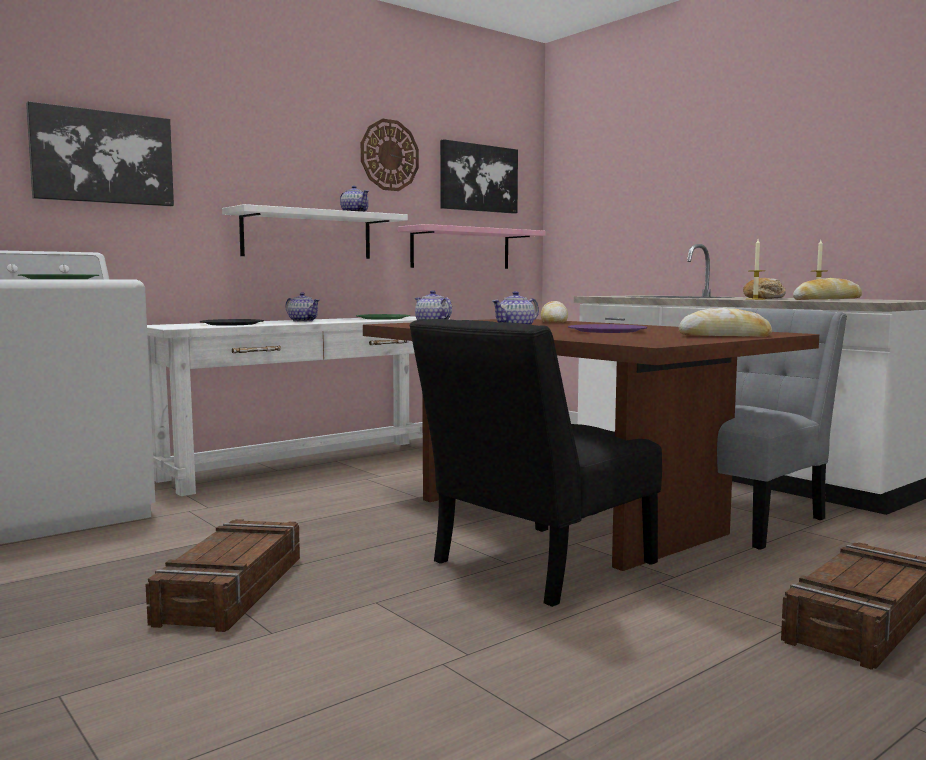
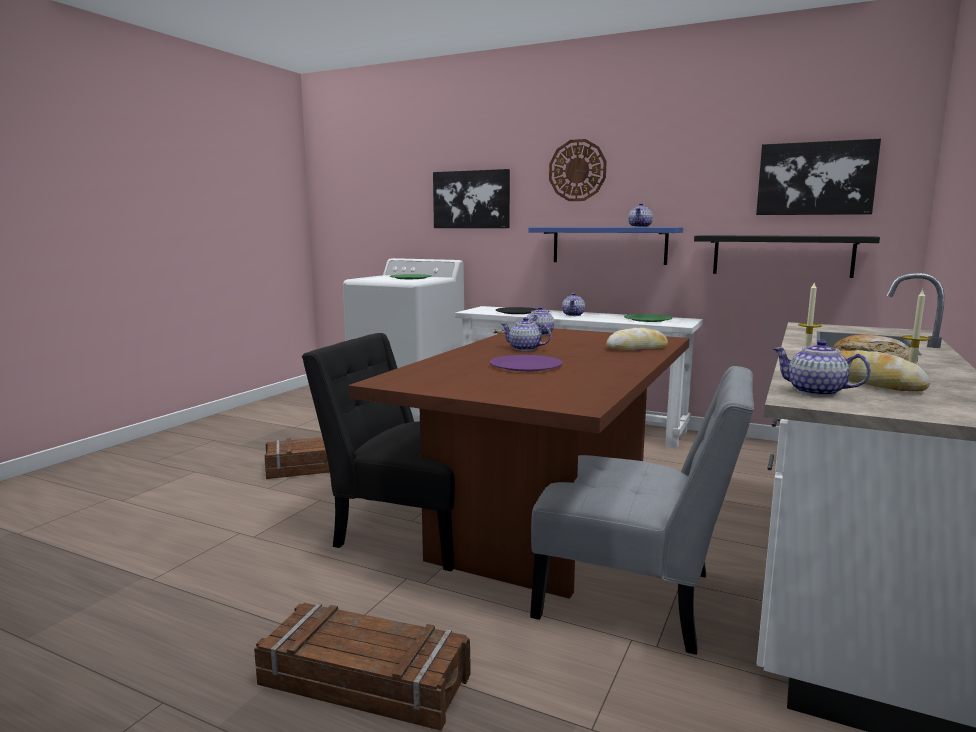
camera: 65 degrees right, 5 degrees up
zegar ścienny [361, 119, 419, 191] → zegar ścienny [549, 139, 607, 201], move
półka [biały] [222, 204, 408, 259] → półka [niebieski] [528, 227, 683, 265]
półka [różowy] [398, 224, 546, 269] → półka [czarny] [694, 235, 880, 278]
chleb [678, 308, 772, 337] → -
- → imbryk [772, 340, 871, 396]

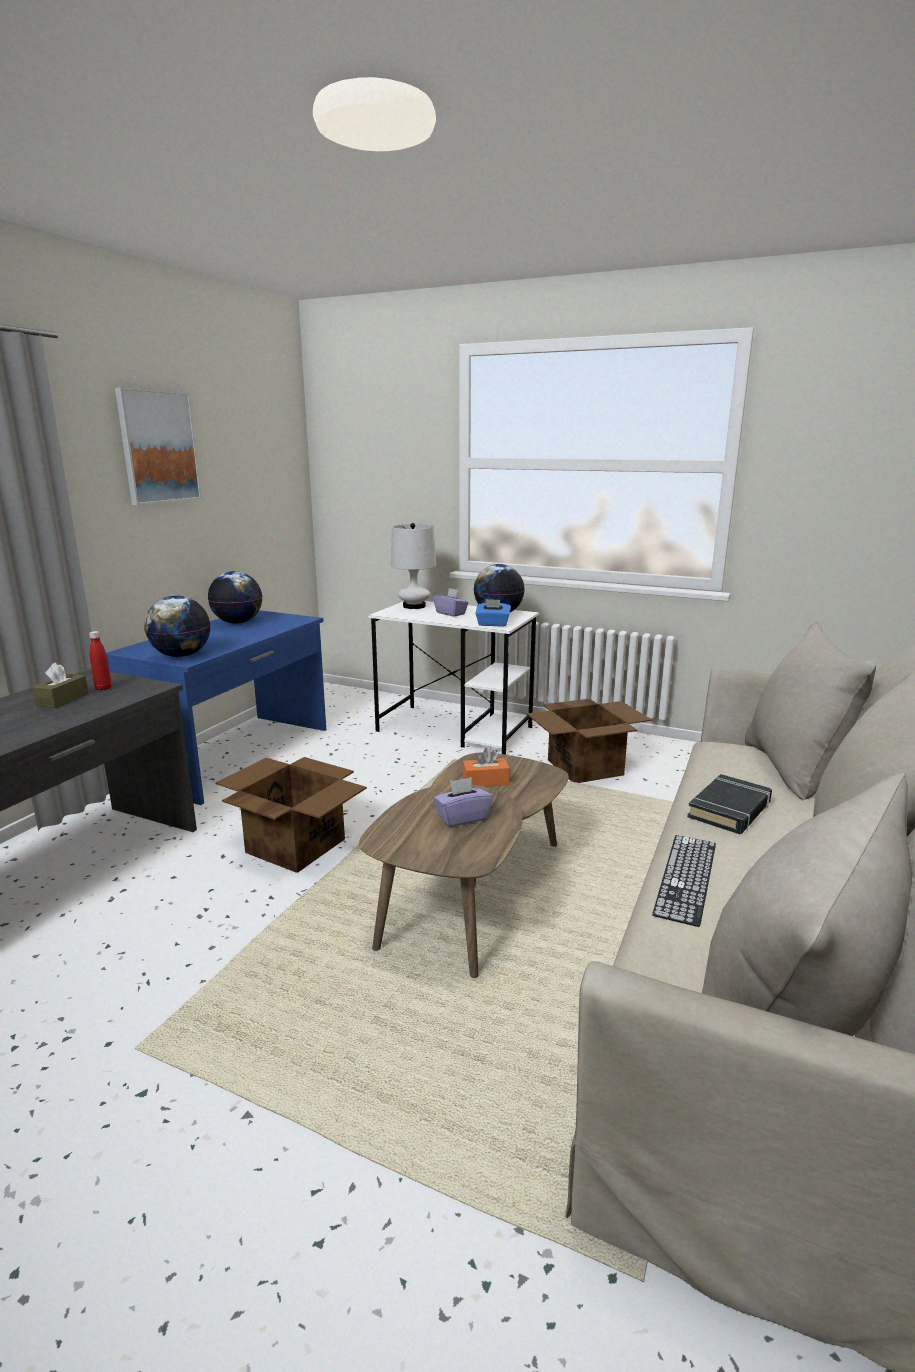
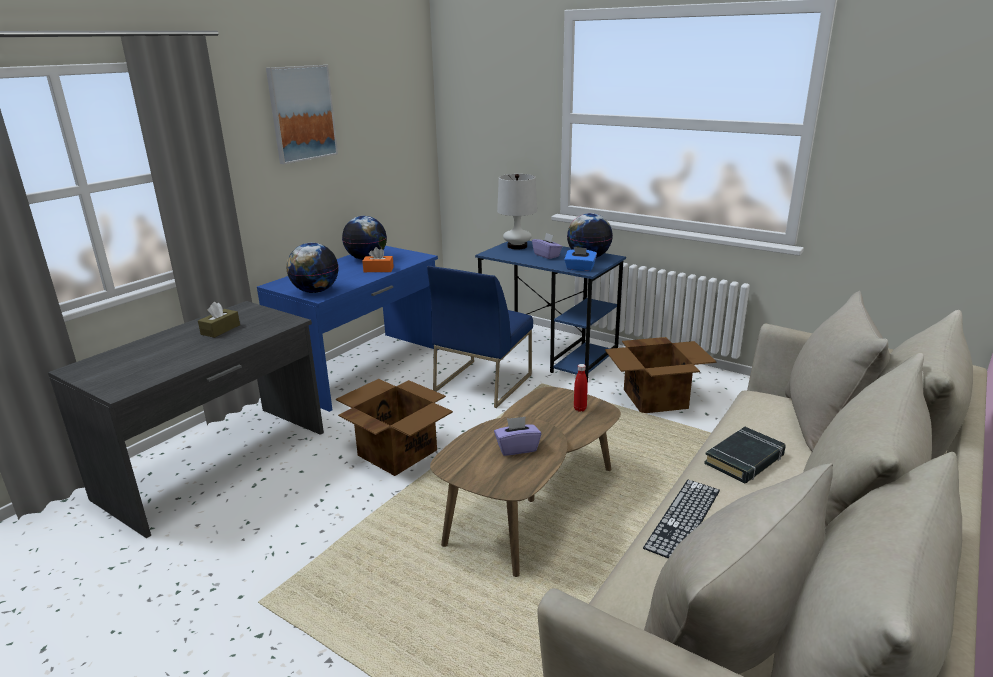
camera: 10 degrees right, 5 degrees up
biurko [biały] [368, 601, 539, 755] → biurko [niebieski] [475, 241, 626, 383]
butelka [czerwony] [89, 631, 112, 691] → butelka [czerwony] [574, 364, 588, 412], move
pudełko chusteczek [pomarańczowy] [463, 748, 510, 787] → pudełko chusteczek [pomarańczowy] [362, 247, 394, 272], move
- → krzesło [niebieski] [427, 266, 533, 408]

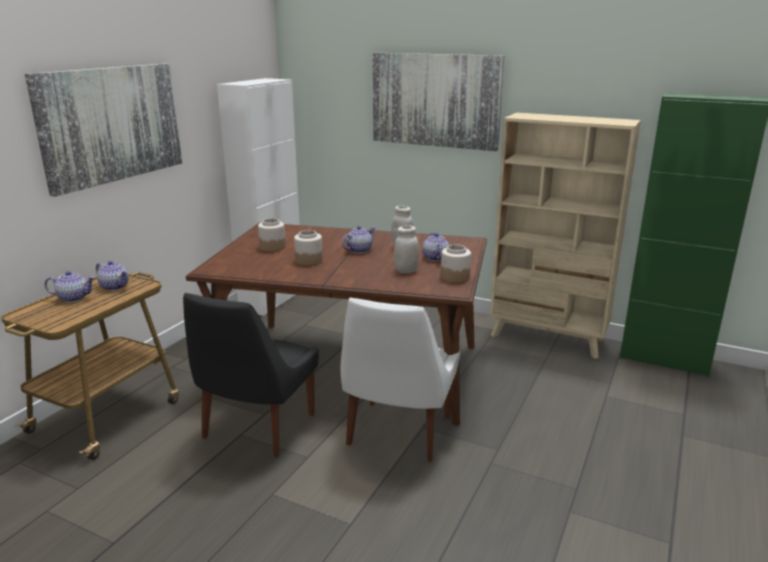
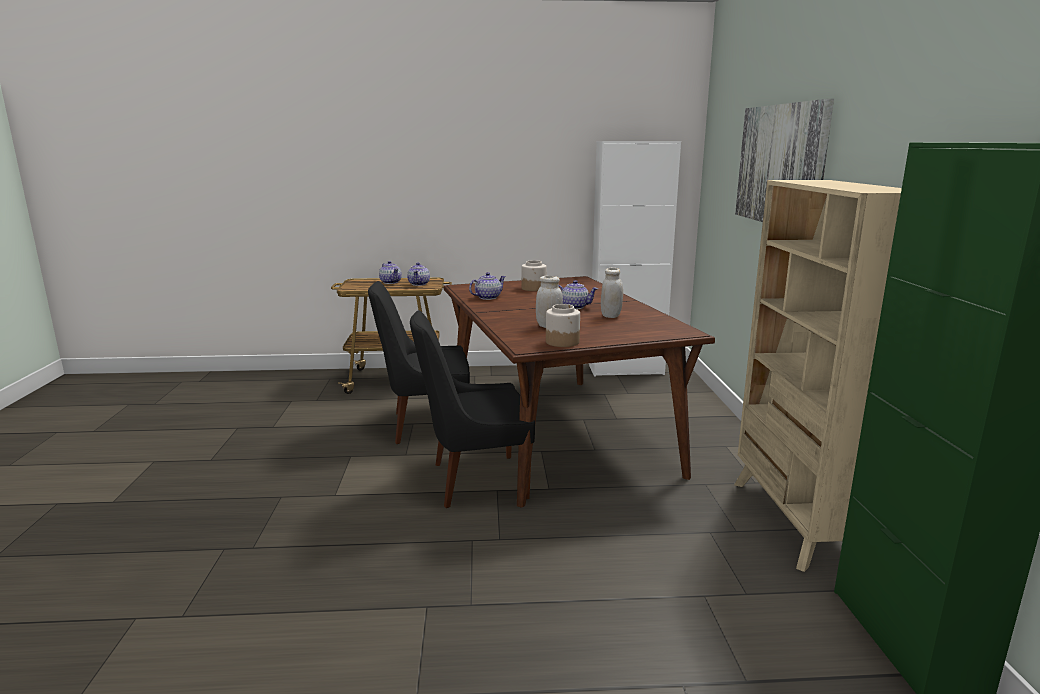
camera: 60 degrees right, 5 degrees down
obraz [25, 63, 182, 197] → -
słoik [294, 230, 323, 266] → -
imbryk [423, 233, 449, 261] → imbryk [469, 272, 506, 300], move
krzesło [biały] [341, 298, 460, 462] → krzesło [czarny] [410, 310, 535, 508]

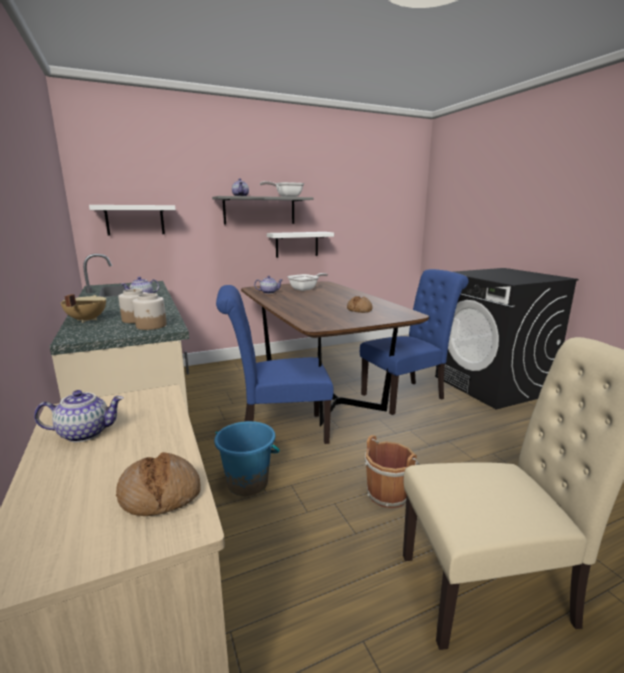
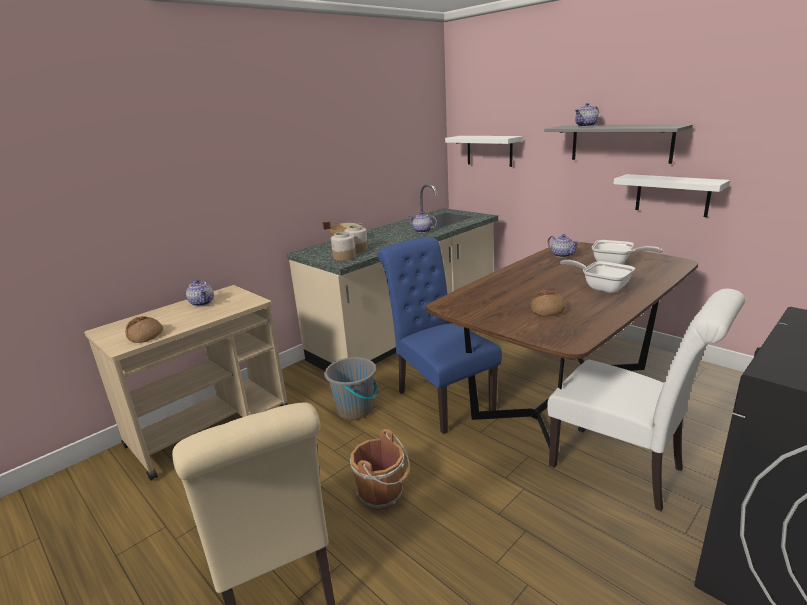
camera: 70 degrees right, 5 degrees up
patelnia [260, 181, 304, 197] → patelnia [560, 260, 635, 293], move
krzesło [niebieski] [360, 269, 469, 415] → krzesło [biały] [547, 289, 745, 512]
wiadro [niebieski] [214, 421, 280, 496] → wiadro [szary] [324, 357, 378, 420]

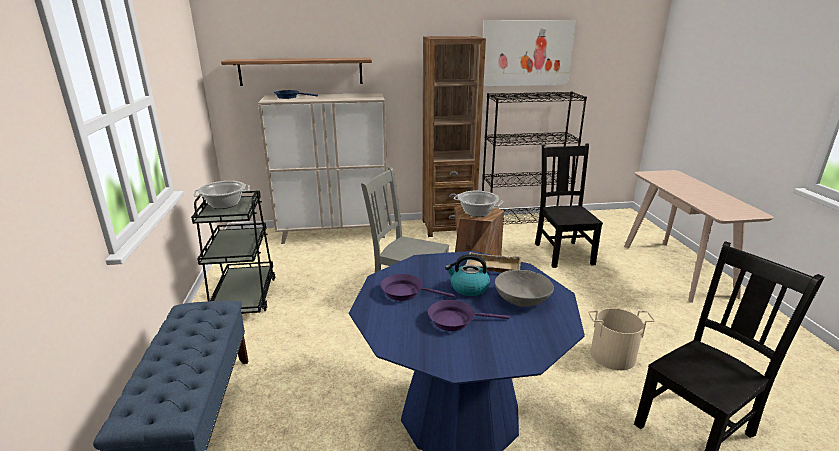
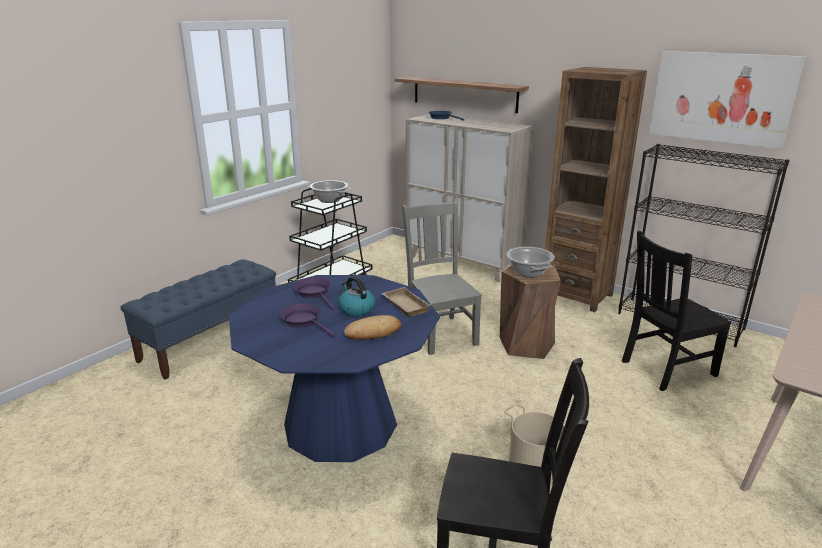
camera: 45 degrees right, 0 degrees up
krzesło [czarny] [535, 144, 603, 268] → krzesło [czarny] [622, 231, 731, 391], 150 degrees counterclockwise
miska [szary] [495, 270, 554, 306] → chleb [344, 315, 401, 340]

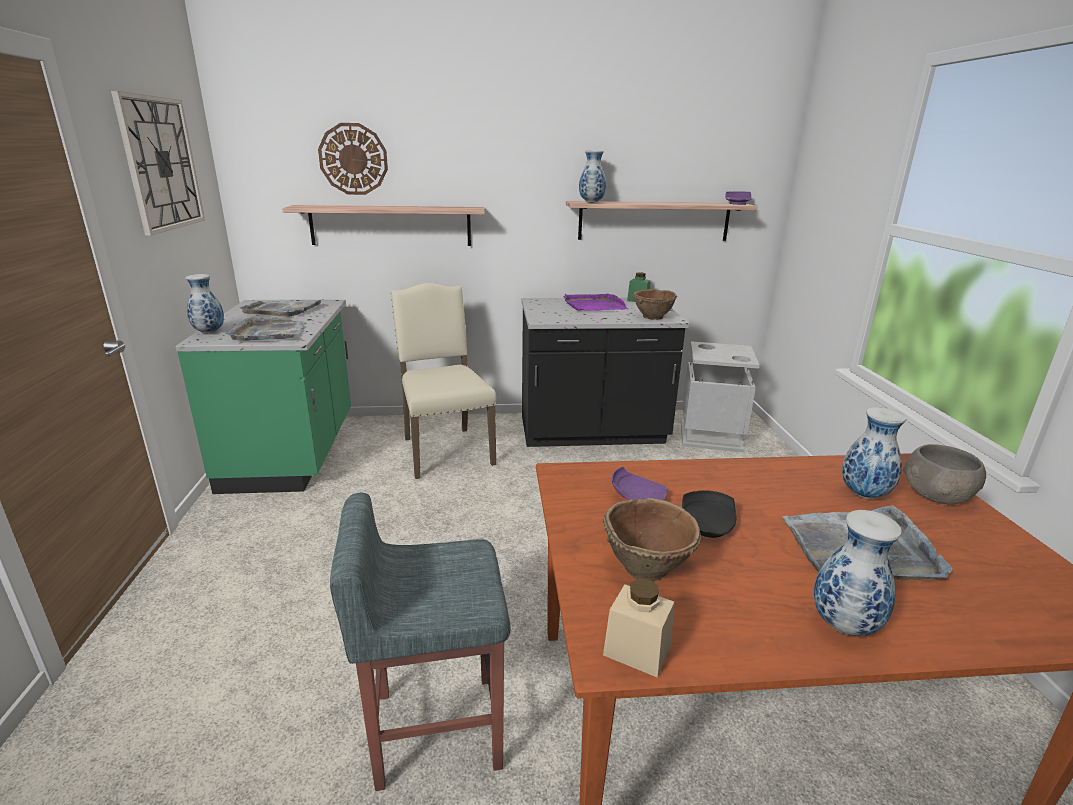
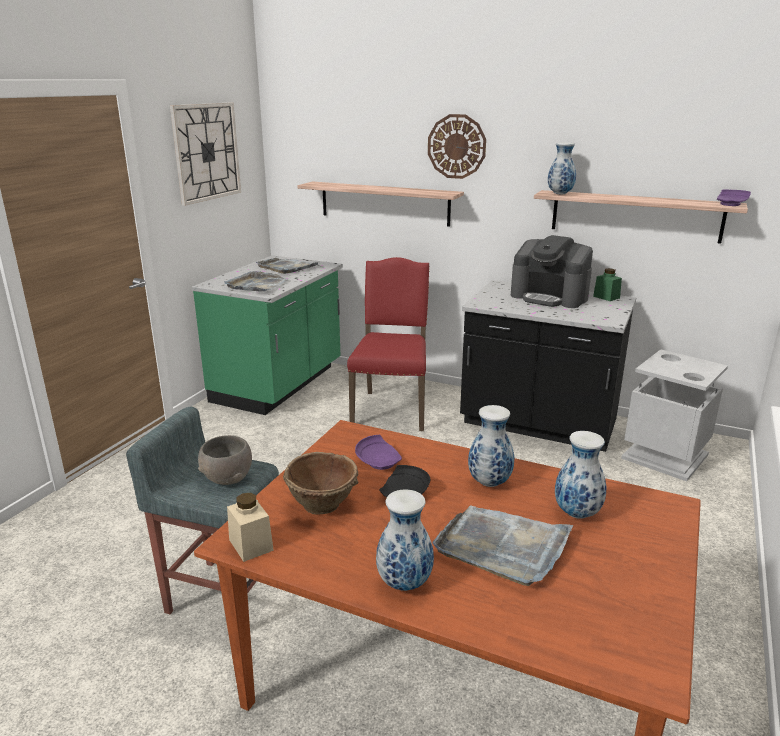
camera: 30 degrees right, 0 degrees up
zegar ścienny [318, 123, 388, 195] → zegar ścienny [428, 114, 486, 179], move
wazon [186, 274, 224, 333] → wazon [468, 405, 514, 487], move
krzesło [beżowy] [391, 283, 496, 479] → krzesło [czerwony] [347, 257, 430, 431]
miska [brązowy] [633, 289, 677, 320] → -
taca [fioletowy] [563, 294, 628, 311] → ekspres do kawy [511, 235, 593, 308]
miska [szary] [903, 444, 986, 504] → miska [szary] [198, 435, 252, 485], move

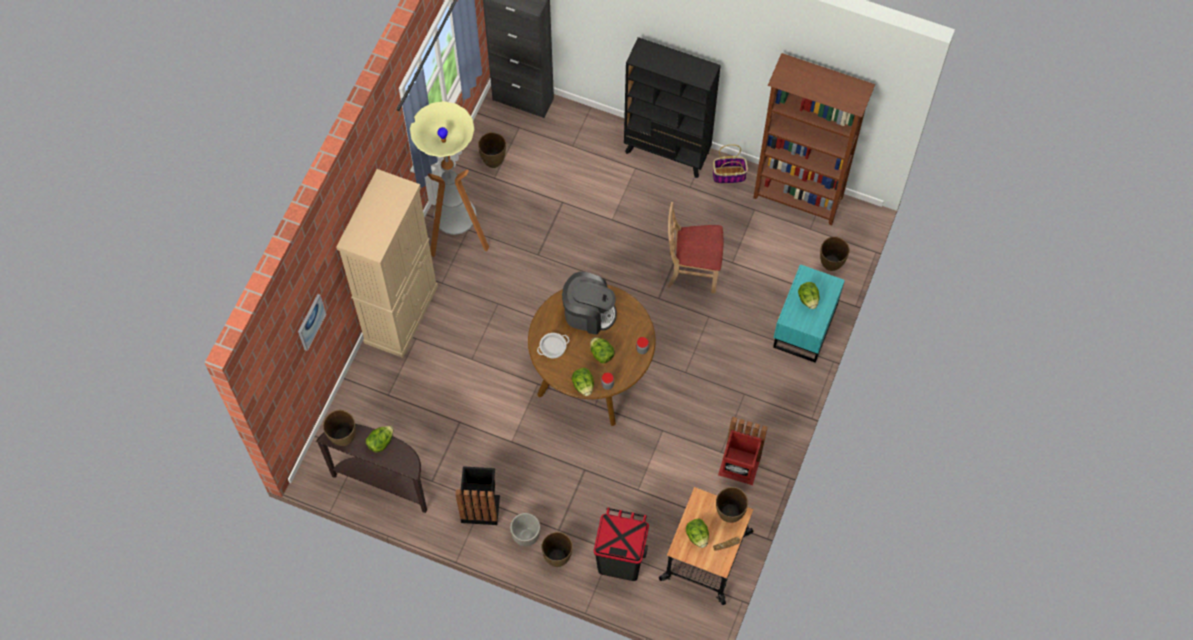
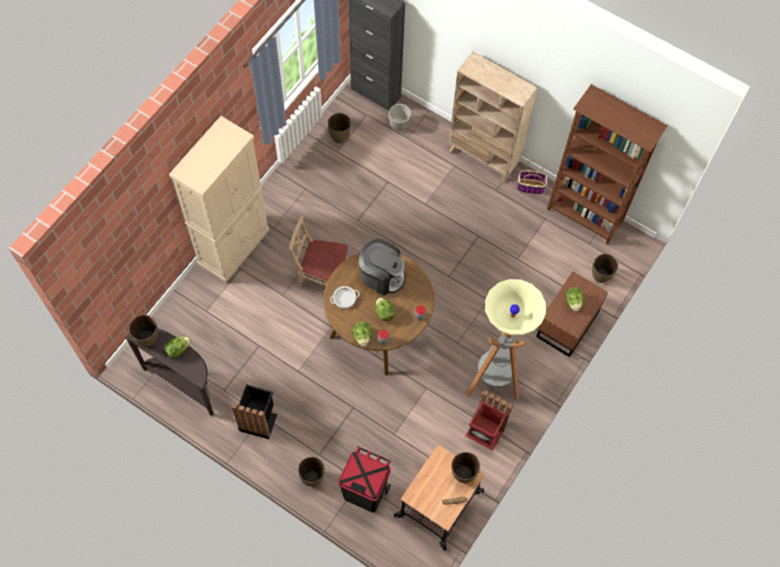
camera: 10 degrees right, 0 degrees up
regał [czarny] [624, 37, 721, 178] → regał [beżowy] [449, 52, 538, 184]
lampa stojąca [410, 101, 489, 257] → lampa stojąca [466, 279, 546, 401], move
krzesło [beżowy] [668, 202, 723, 293] → krzesło [beżowy] [289, 216, 348, 289], move
szafka nocna [turkusowy] [773, 264, 845, 363] → szafka nocna [brązowy] [536, 271, 608, 357]
obraz [298, 294, 326, 351] → -
donica [510, 513, 540, 546] → donica [389, 104, 411, 131], move
sałata [686, 518, 709, 548] → -

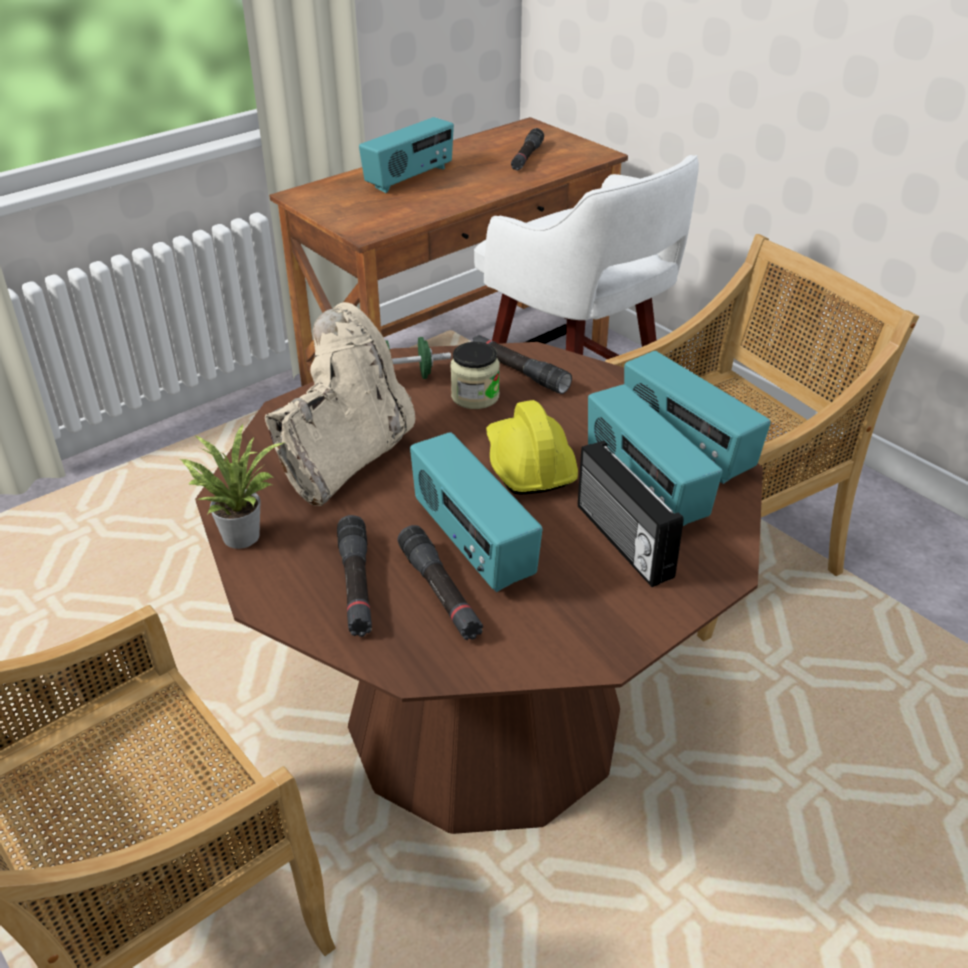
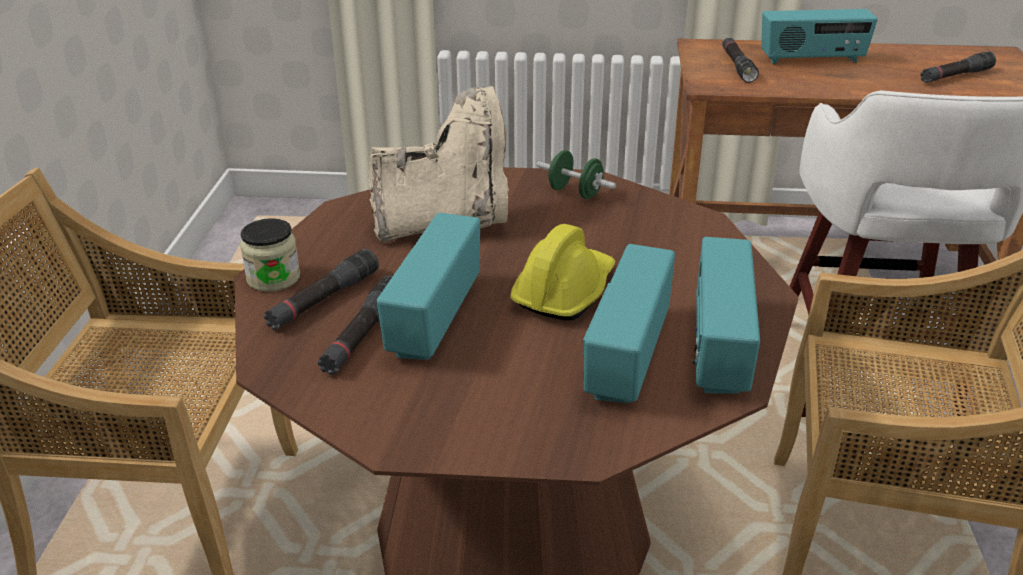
camera: 45 degrees right, 5 degrees down
latarka [czarny] [473, 335, 572, 394] → latarka [czarny] [722, 38, 759, 83], move
słoik [450, 342, 500, 409] → słoik [240, 218, 300, 292], move
roślina doniczkowa [180, 424, 285, 549] → -
radio [578, 440, 684, 587] → -

